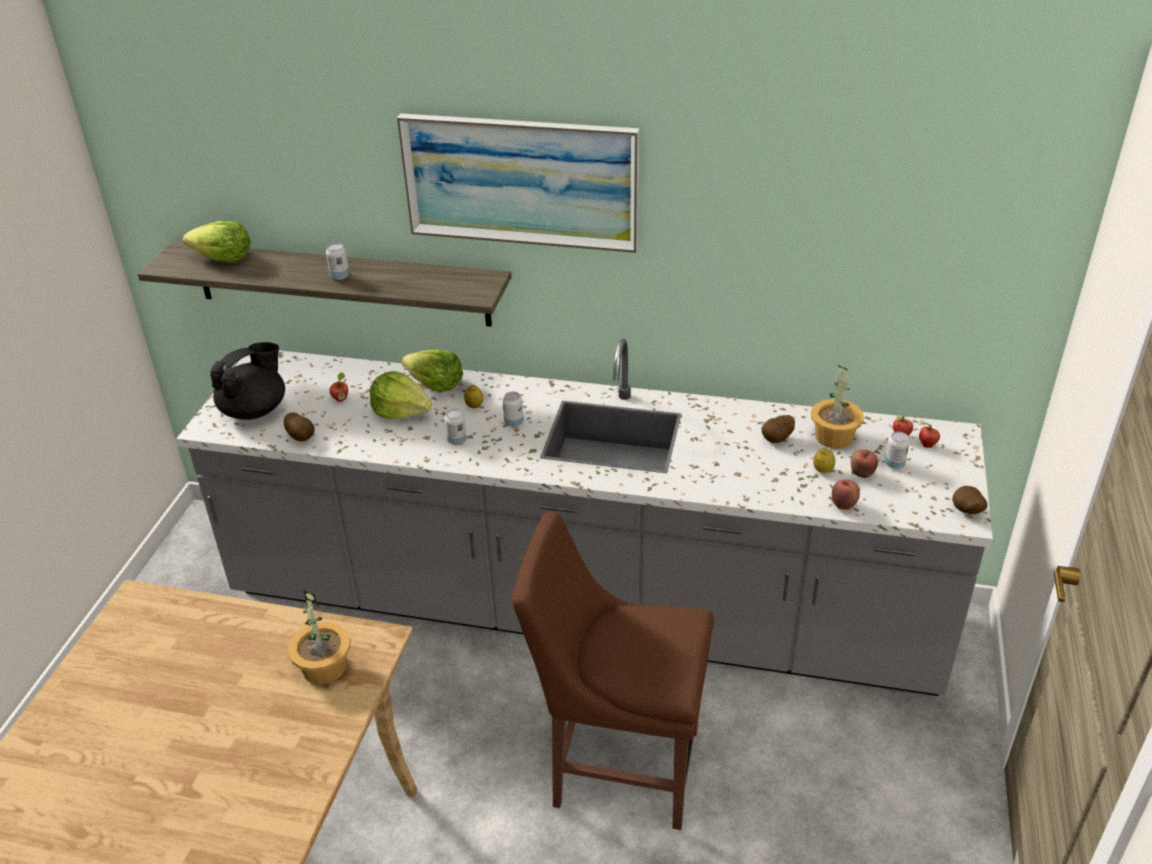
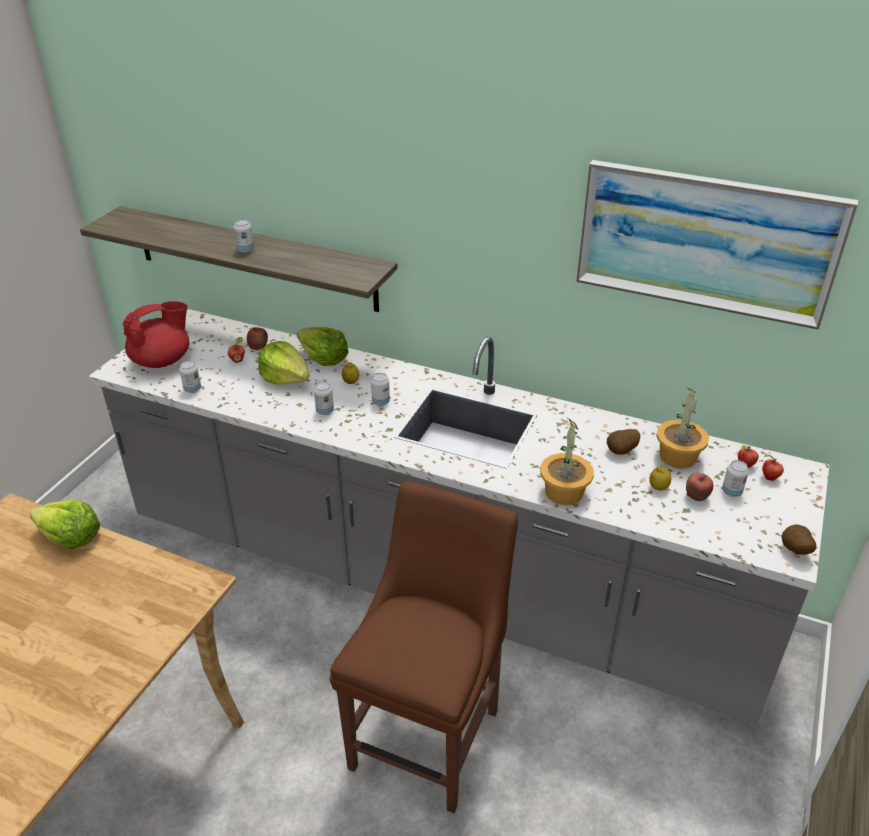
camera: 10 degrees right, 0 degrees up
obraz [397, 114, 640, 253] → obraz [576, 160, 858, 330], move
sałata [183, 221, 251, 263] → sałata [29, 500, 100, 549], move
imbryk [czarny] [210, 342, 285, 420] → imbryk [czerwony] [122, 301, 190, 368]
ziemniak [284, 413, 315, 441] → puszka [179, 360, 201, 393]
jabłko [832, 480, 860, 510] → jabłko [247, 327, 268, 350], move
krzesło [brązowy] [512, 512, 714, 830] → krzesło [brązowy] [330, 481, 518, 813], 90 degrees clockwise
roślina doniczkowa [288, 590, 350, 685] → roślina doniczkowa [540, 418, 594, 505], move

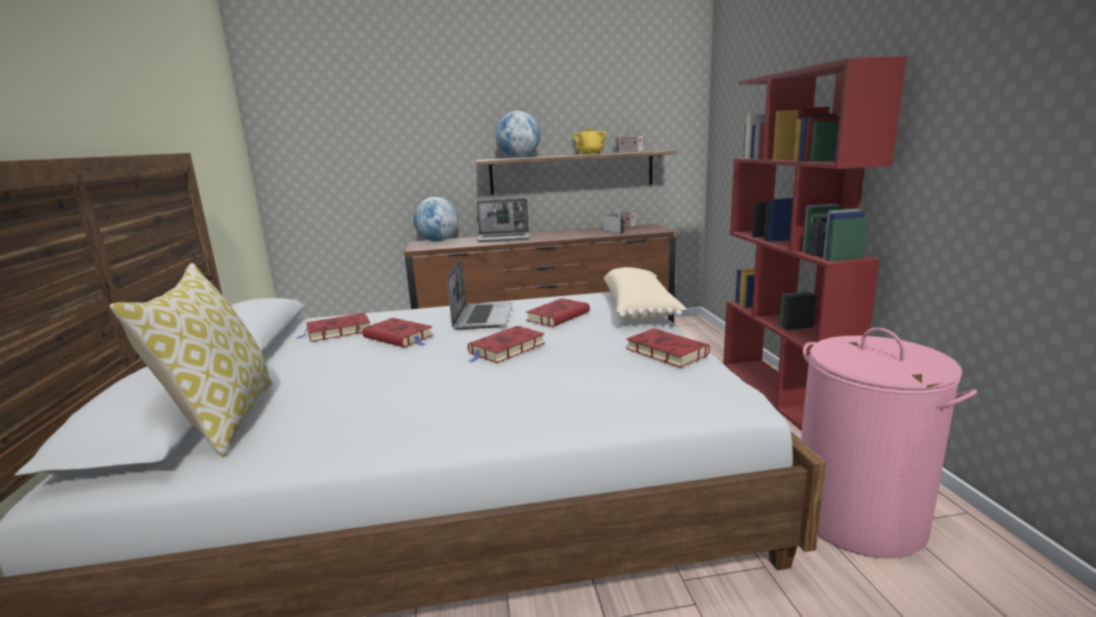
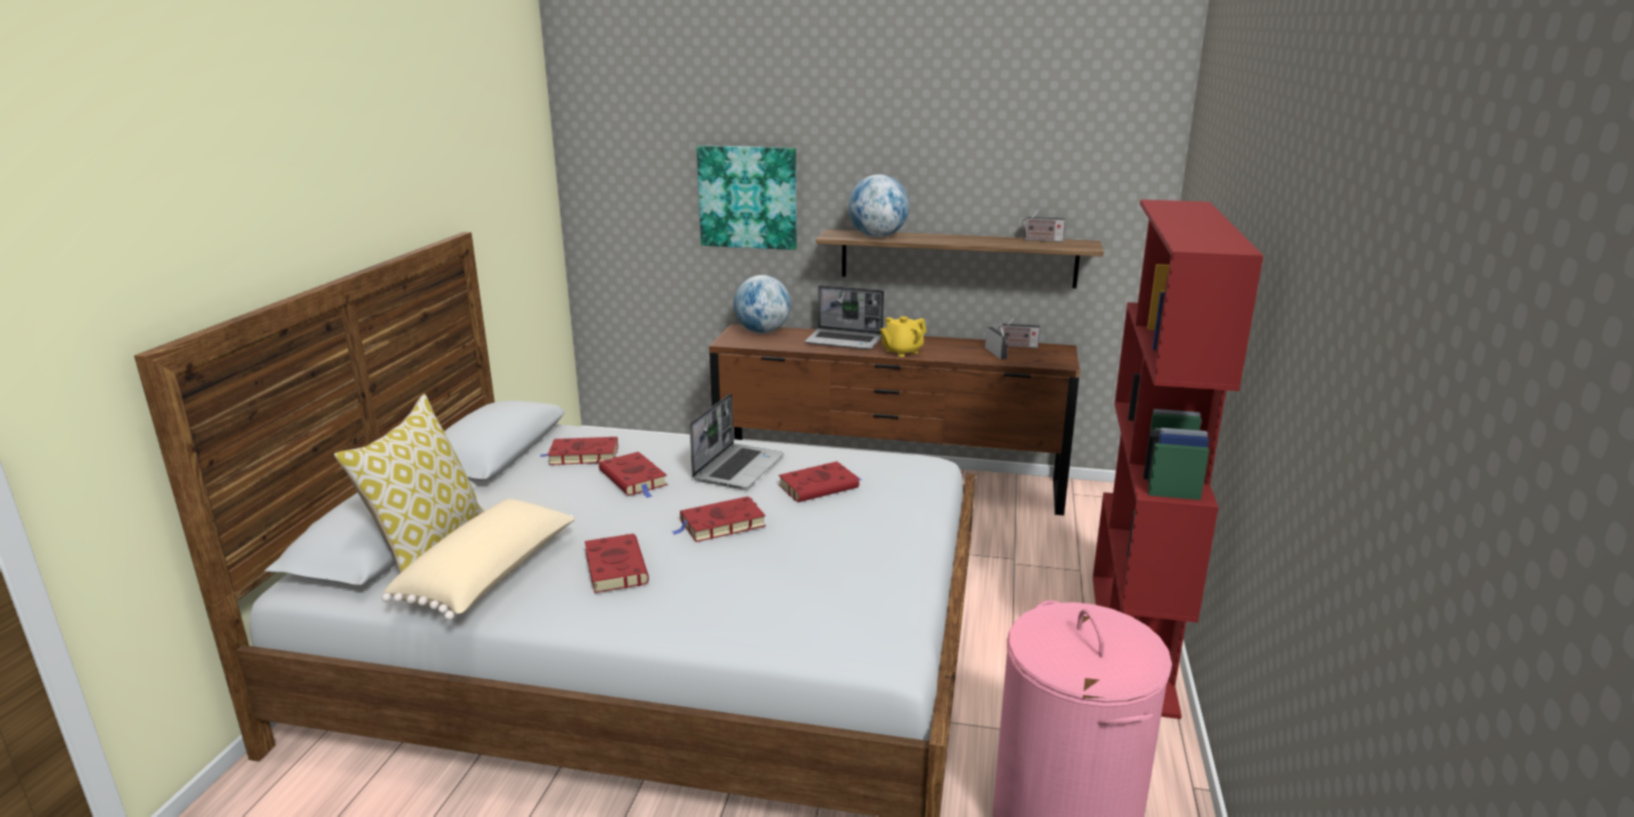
camera: 20 degrees right, 5 degrees up
imbryk [żółty] [573, 127, 607, 155] → imbryk [żółty] [880, 316, 927, 357], move
poduszka [beżowy] [604, 267, 686, 320] → poduszka [beżowy] [382, 499, 575, 620], move
książka [czerwony] [626, 328, 710, 368] → książka [czerwony] [585, 534, 649, 593], move
- → obraz [697, 145, 797, 250]

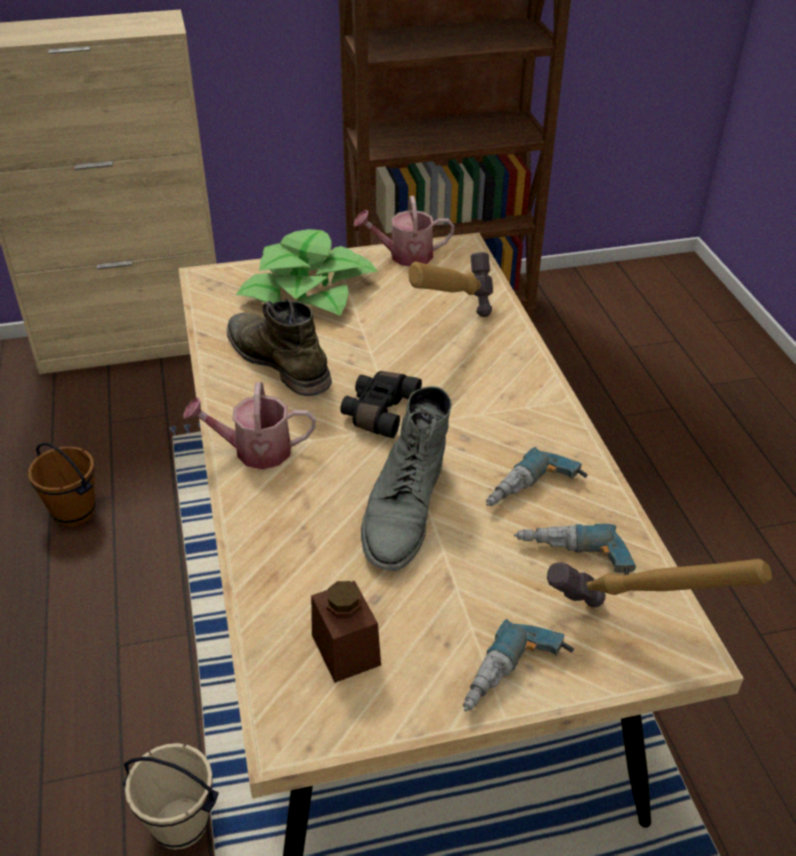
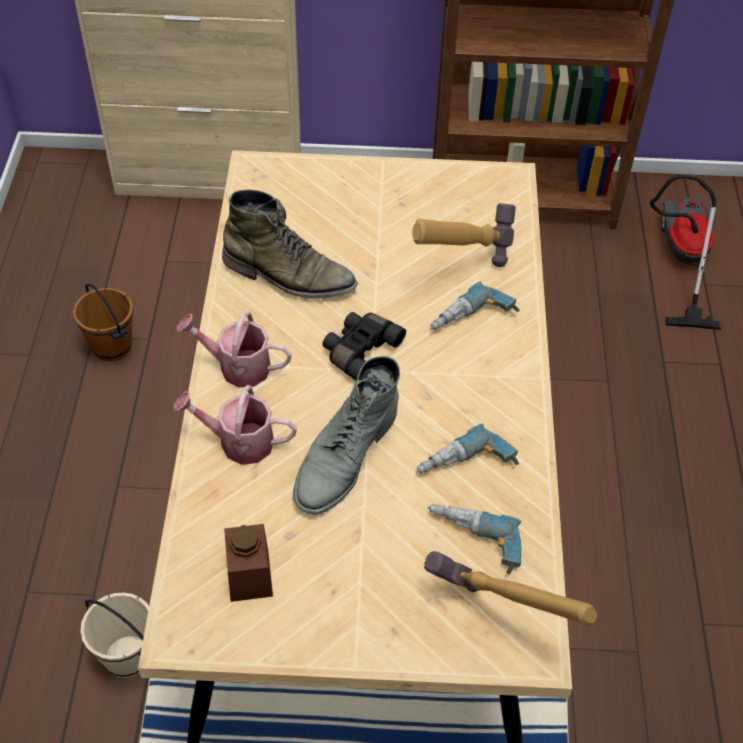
camera: 15 degrees right, 10 degrees up
konewka [353, 196, 455, 266] → konewka [173, 385, 297, 465], move
roślina doniczkowa [236, 229, 377, 316] → -
but z cholewką [zielony] [227, 299, 332, 396] → but z cholewką [zielony] [222, 189, 357, 299], 135 degrees clockwise
wiertarka [463, 619, 574, 711] → wiertarka [430, 281, 519, 330], move
- → odkurzacz [650, 174, 721, 330]

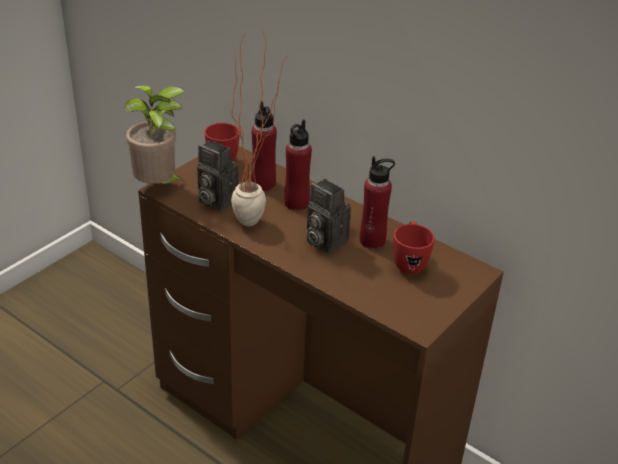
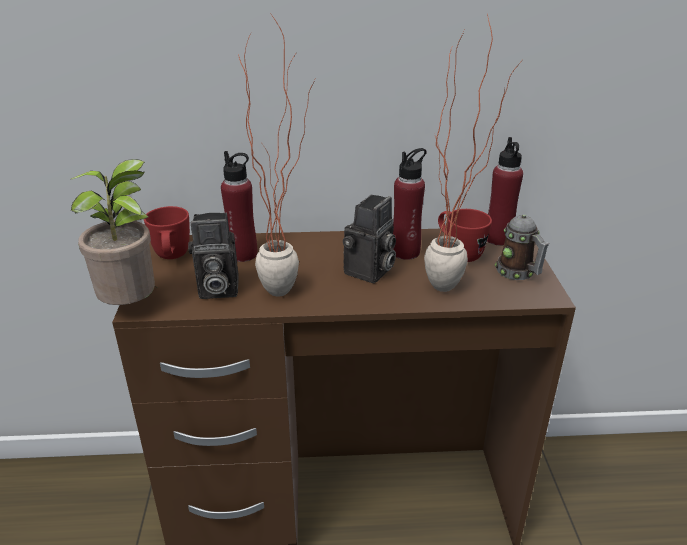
camera: 40 degrees left, 5 degrees down
butelka [czerwony] [284, 119, 312, 210] → butelka [czerwony] [487, 137, 523, 246], move
aparat fotograficzny [306, 179, 351, 254] → aparat fotograficzny [343, 194, 396, 283], 60 degrees counterclockwise
- → roślina doniczkowa [424, 13, 521, 292]
- → kubek [495, 214, 549, 280]

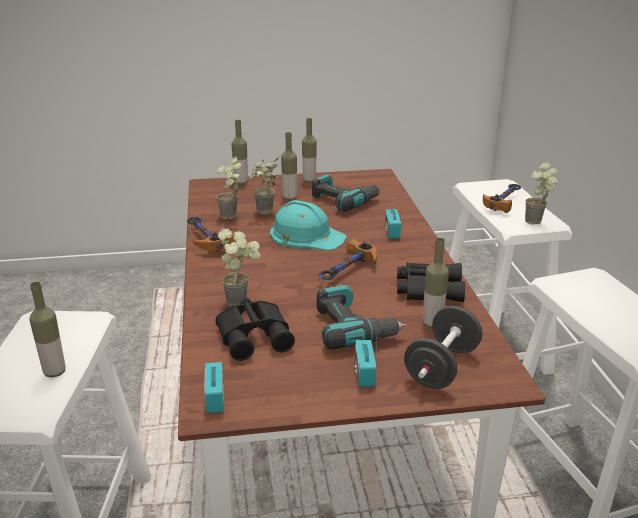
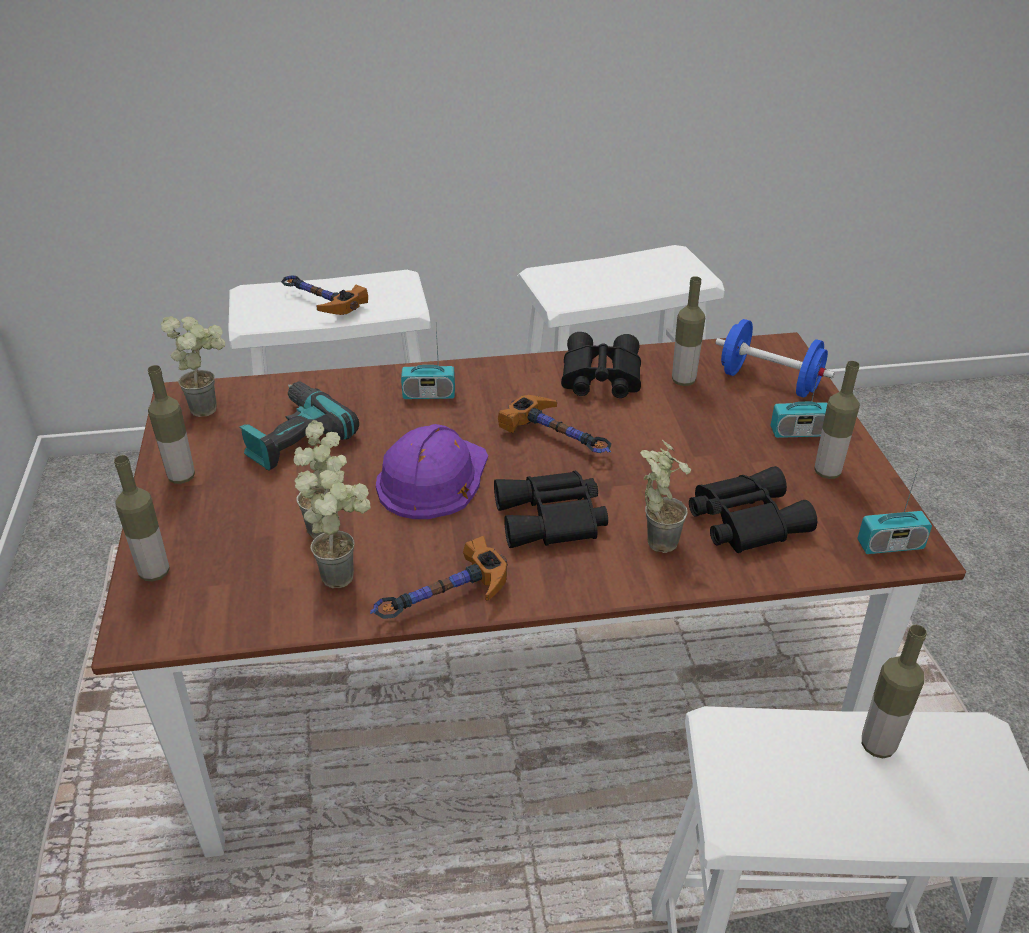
camera: 90 degrees left, 10 degrees up
butelka [281, 132, 297, 200] → butelka [815, 361, 860, 479], move
roślina doniczkowa [525, 162, 558, 225] → roślina doniczkowa [161, 316, 225, 417], move
kask [turkusowy] [270, 200, 347, 250] → kask [fioletowy] [376, 424, 488, 519]
wiertarka [317, 285, 406, 350] → -
hantel [czarny] [404, 306, 482, 389] → hantel [niebieski] [716, 319, 835, 398]
- → lornetka [czarny] [494, 471, 608, 548]

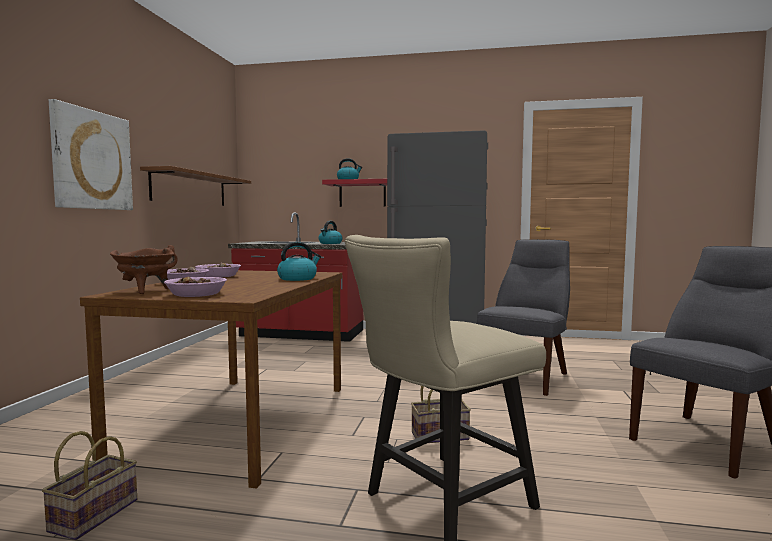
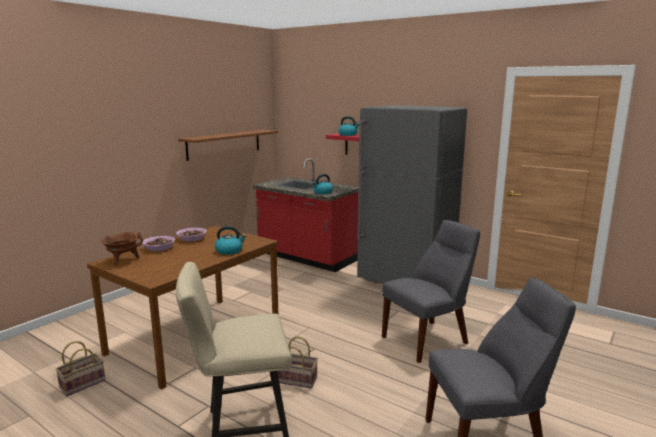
camera: 25 degrees right, 10 degrees up
obraz [49, 99, 133, 210] → -
miska [164, 277, 227, 297] → -

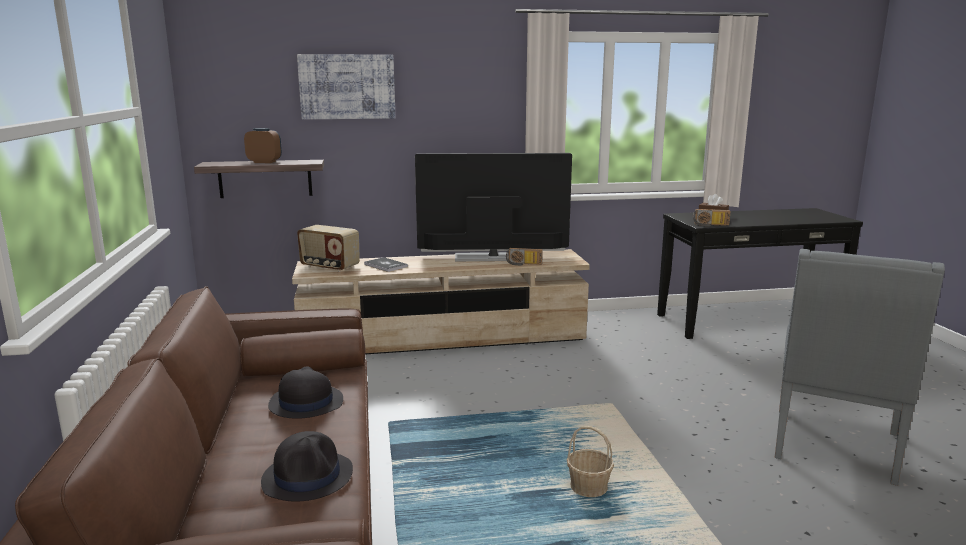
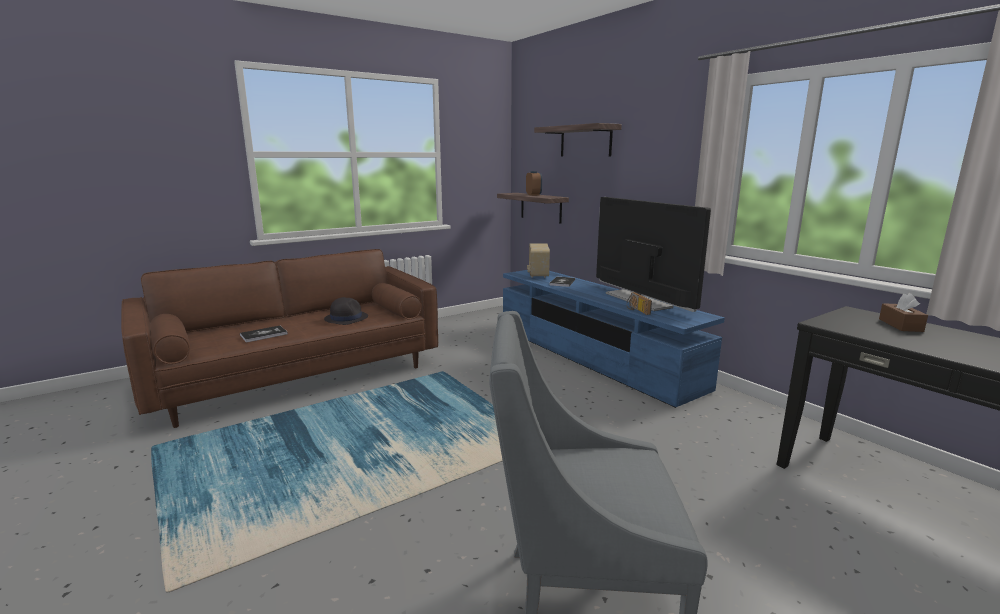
camera: 65 degrees right, 0 degrees up
obraz [297, 54, 395, 119] → półka [534, 123, 622, 157]
radio [693, 209, 731, 226] → -
szafka pod telewizor [beżowy] [292, 249, 590, 354] → szafka pod telewizor [niebieski] [503, 270, 725, 408]
koszyk [567, 426, 614, 497] → -
kapelusz [czarny] [261, 431, 353, 502] → książka [240, 326, 288, 343]

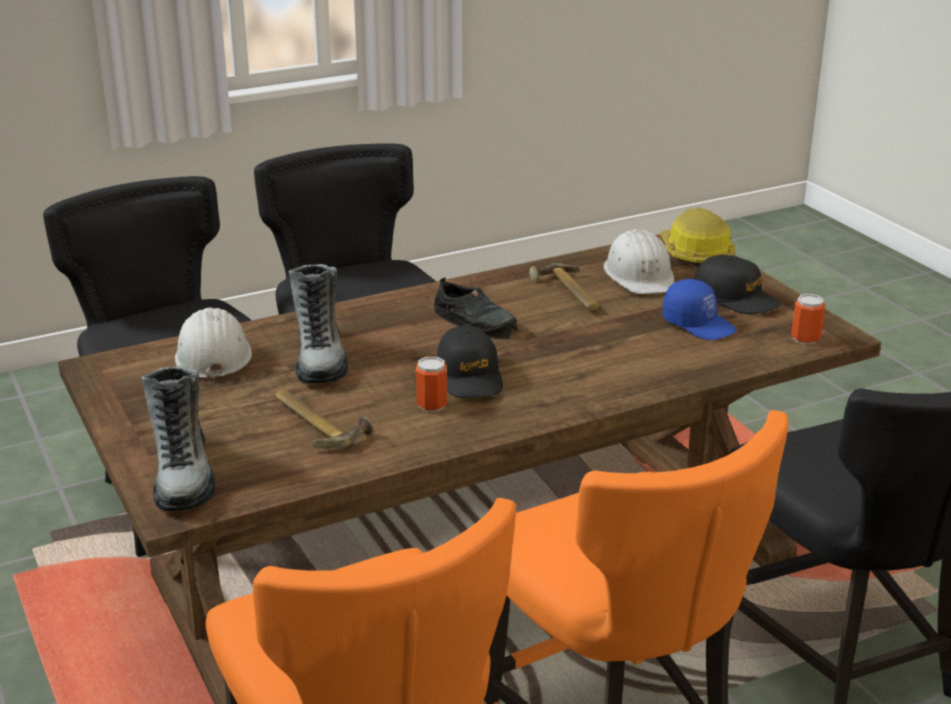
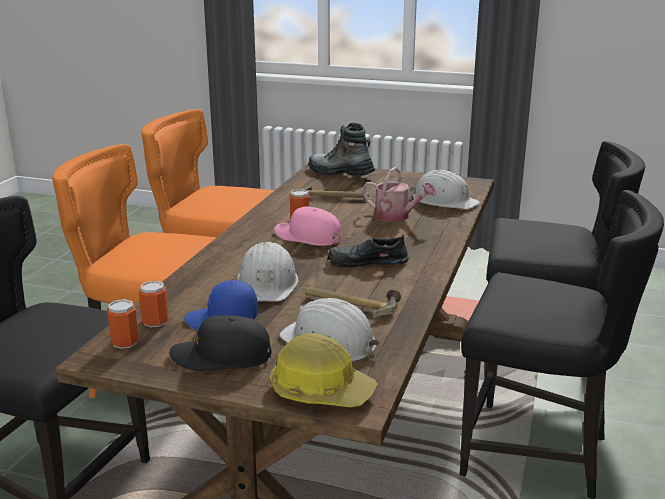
camera: 135 degrees right, 5 degrees down
but z cholewką [288, 264, 348, 384] → konewka [362, 167, 436, 222]
czapka z daszkiem [czarny] [437, 325, 503, 398] → czapka z daszkiem [różowy] [274, 206, 342, 246]
- → kask [biały] [237, 242, 298, 302]
- → puszka [139, 281, 169, 327]

